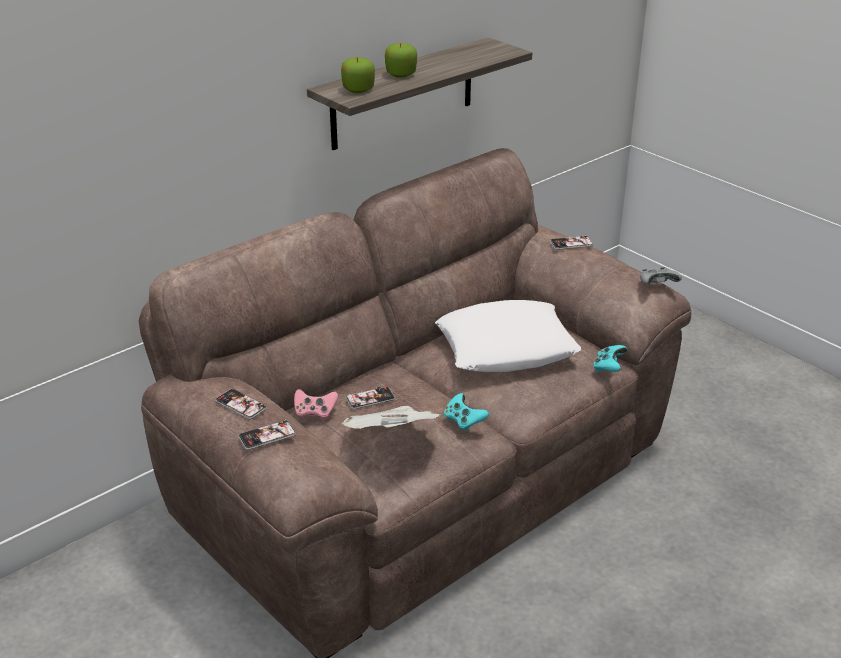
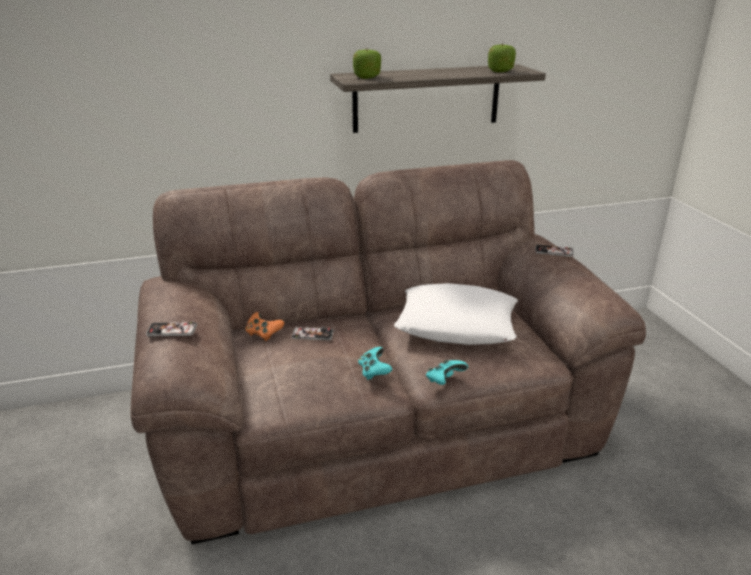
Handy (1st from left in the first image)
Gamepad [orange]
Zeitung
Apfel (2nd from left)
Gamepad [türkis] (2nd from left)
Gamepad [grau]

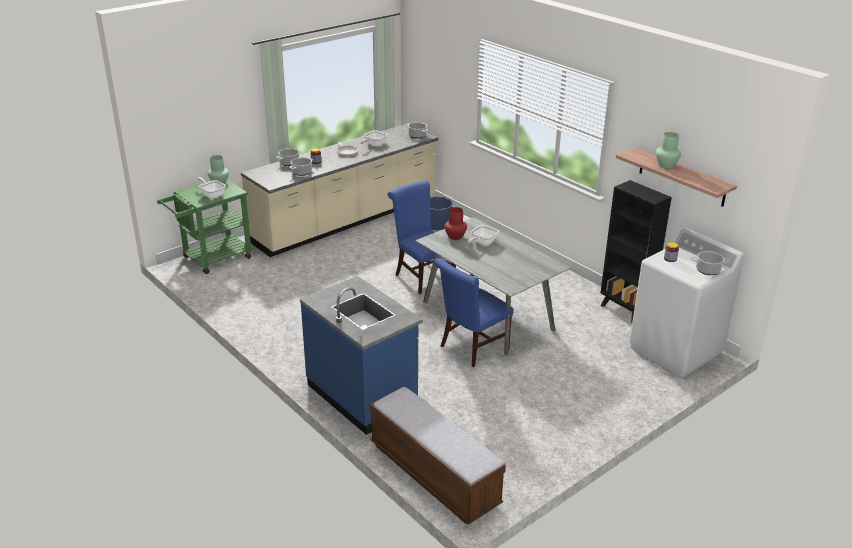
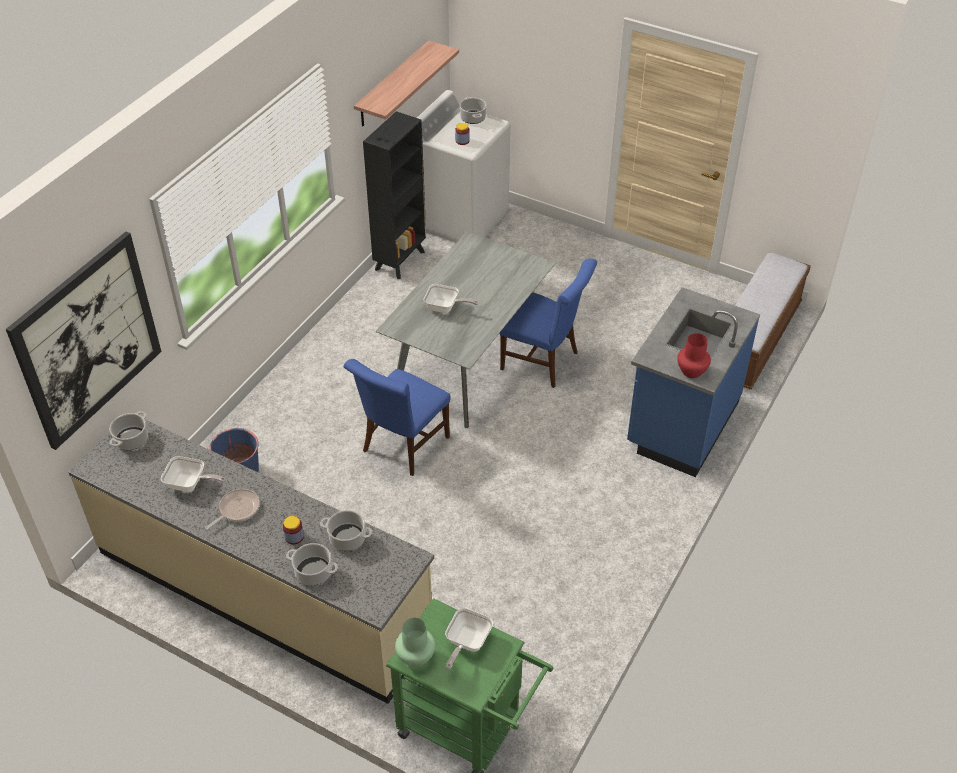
Vase [rot]
Vase [grün] (2nd from left in the first image)
Bild

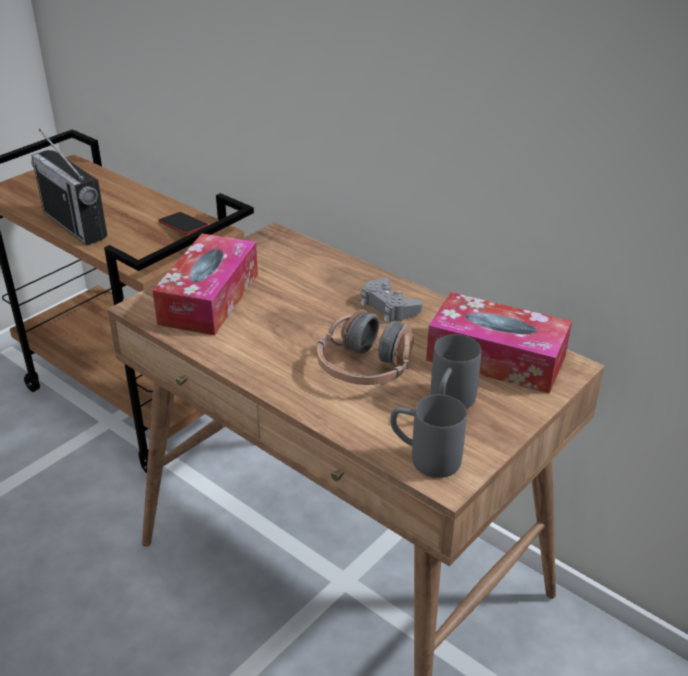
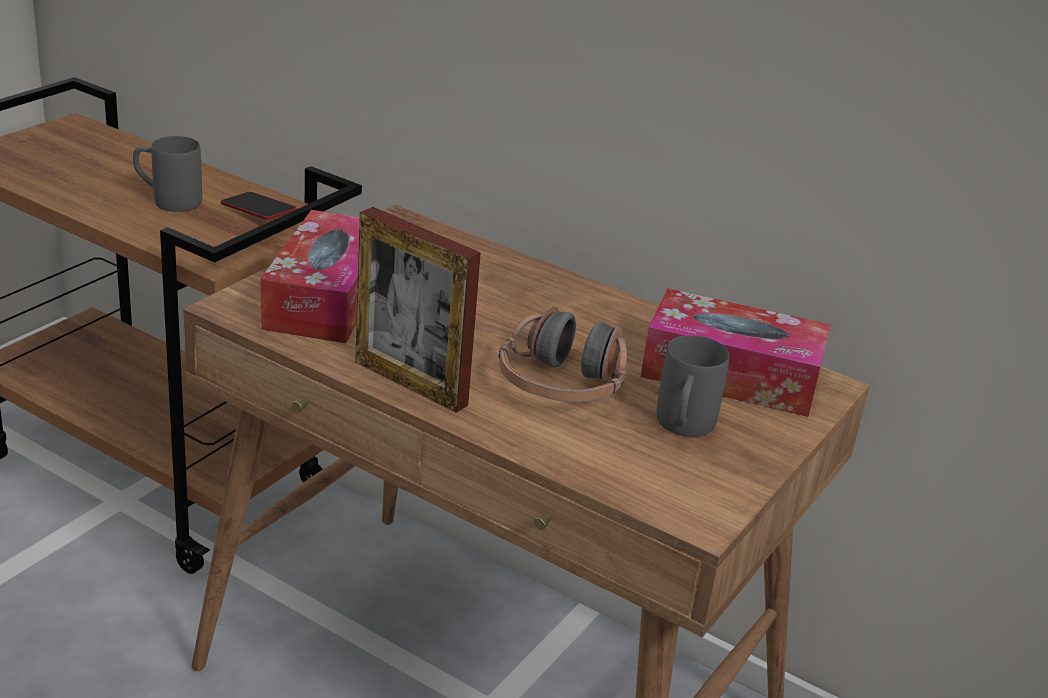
Radio
Gamepad [grau]
Henkelbecher [grau] (1st from left)
Bilderrahmen

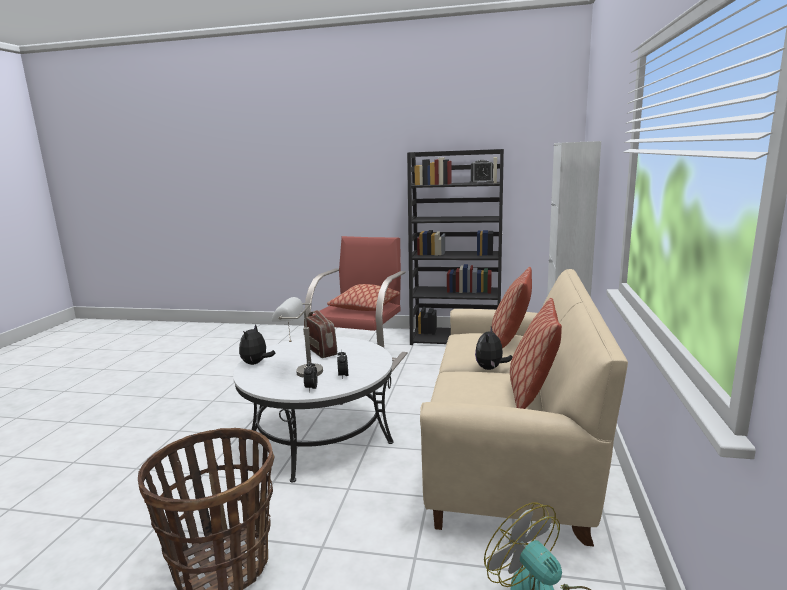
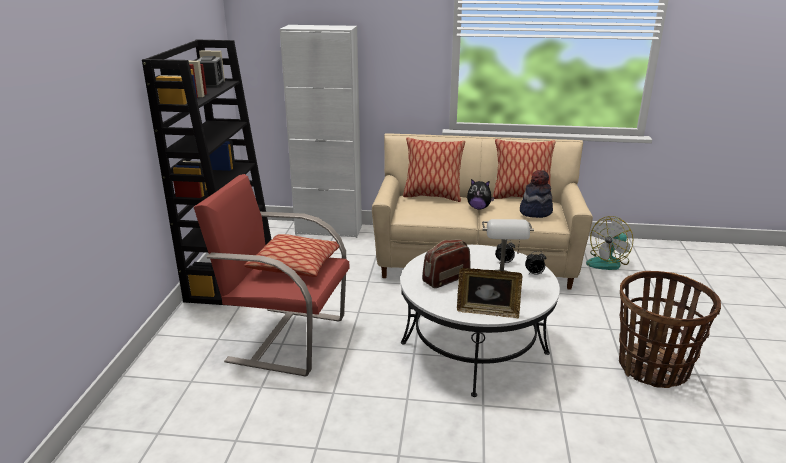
Bilderrahmen
Hut

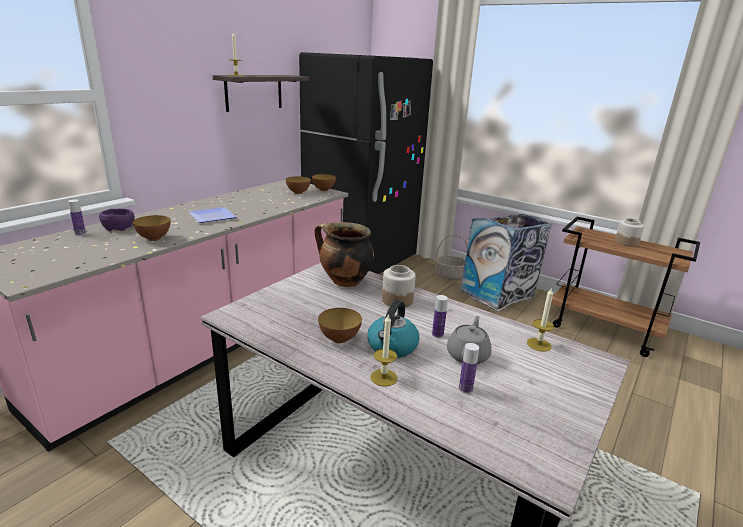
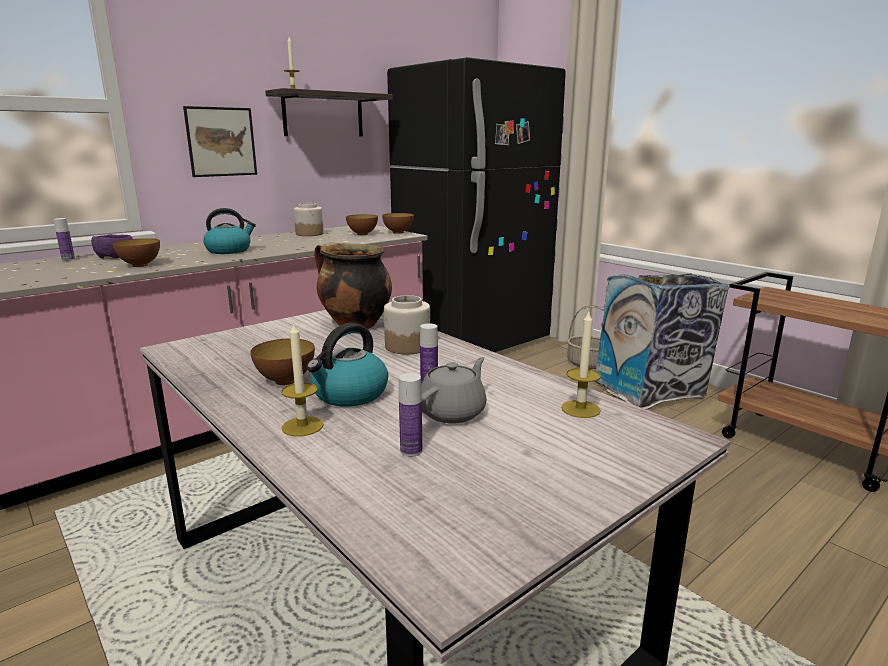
Wasserkessel (1st from left)
Vorratsglas (1st from left)
Bild

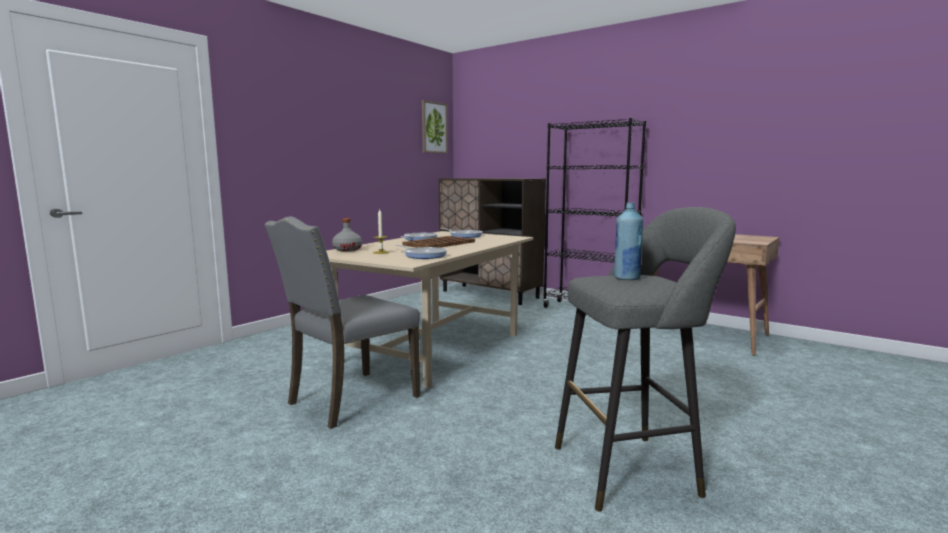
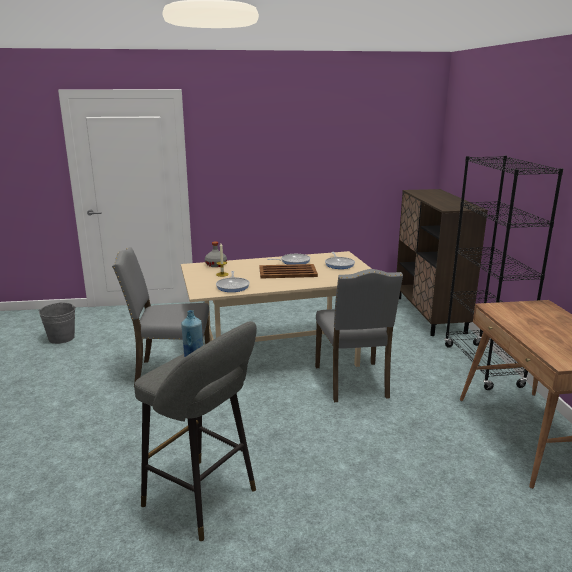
Bild
Eimer [grau]
Stuhl [grau] (2nd from left)

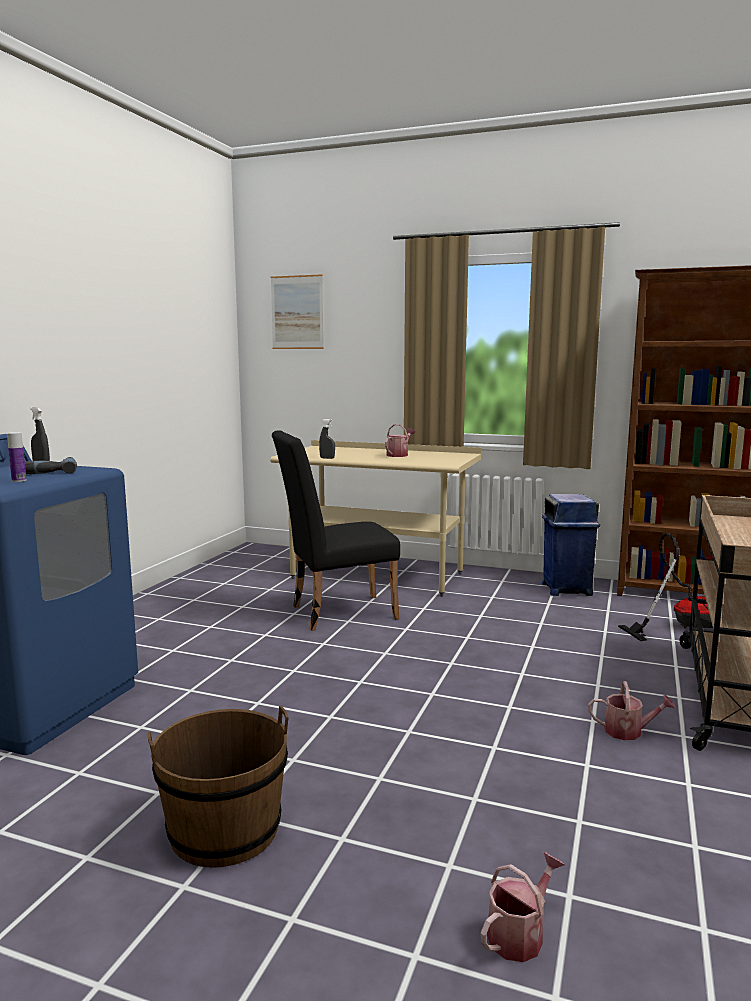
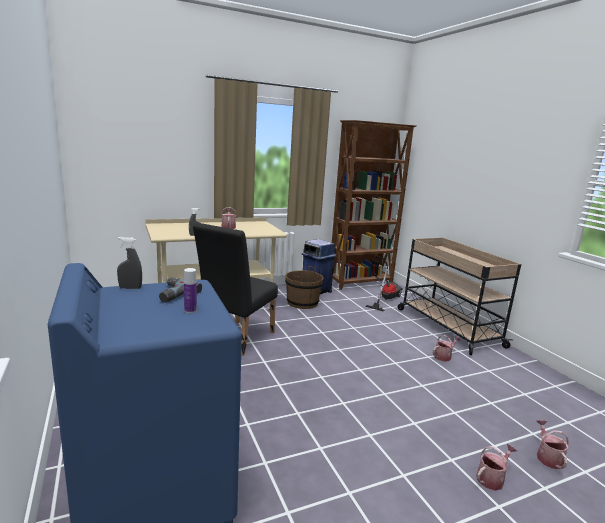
Eimer [braun]
Bild
Gießkanne (3rd from left)

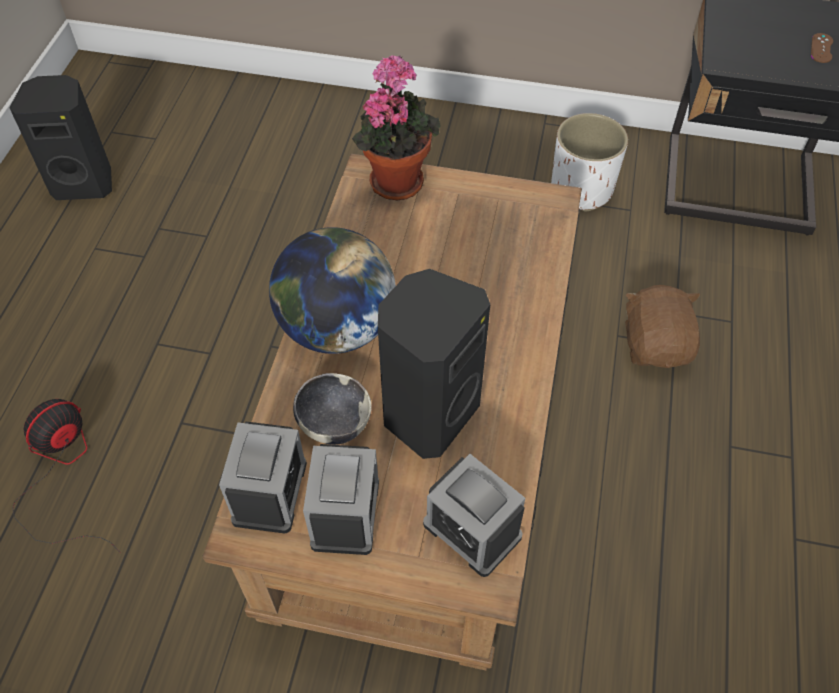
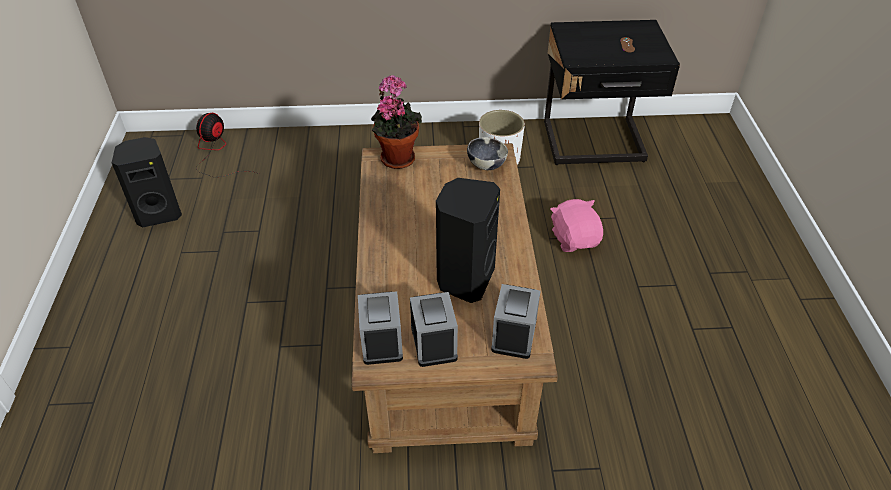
Ventilator
Globus
Schüssel
Wecker (3rd from left)
Plüschtier [rosa]

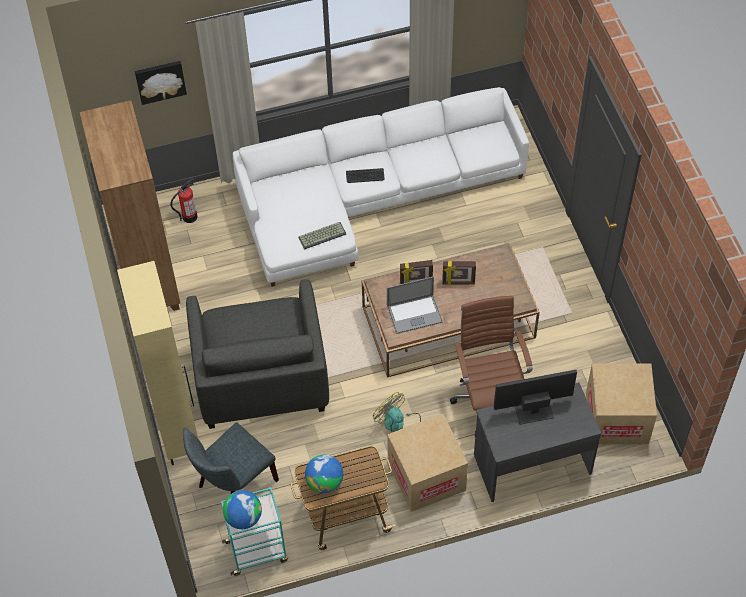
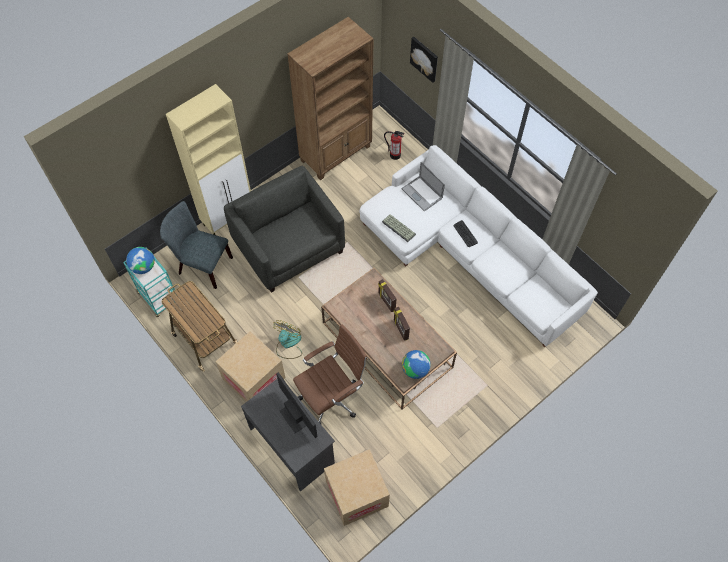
Sessel [grau]
Globus (2nd from left)
Laptop

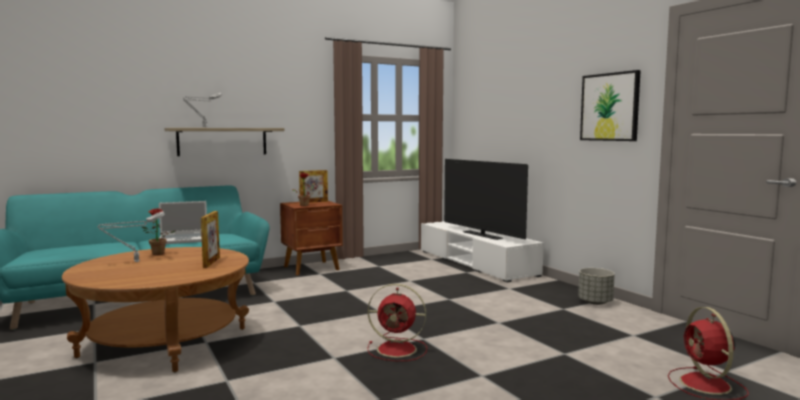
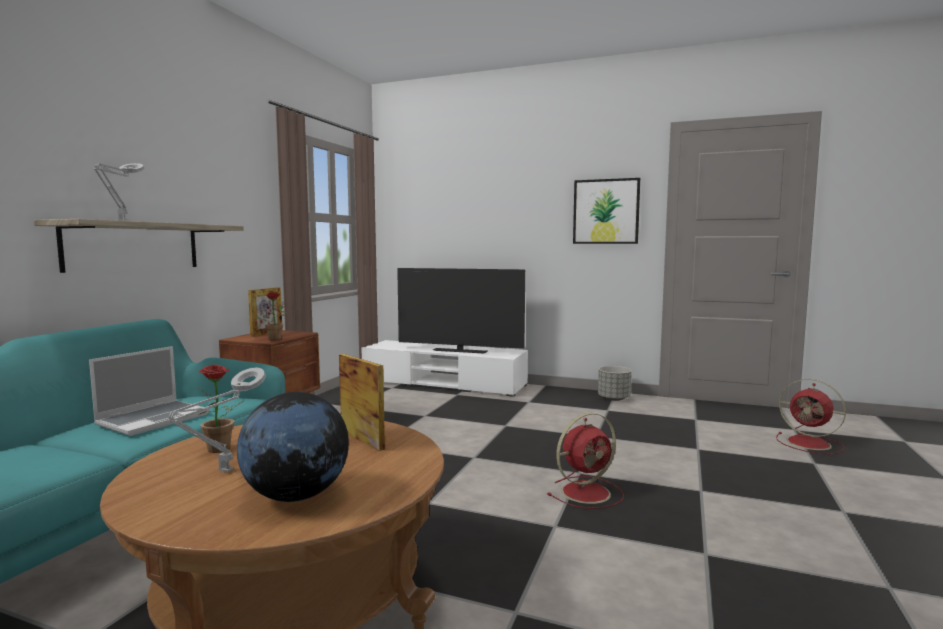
Globus

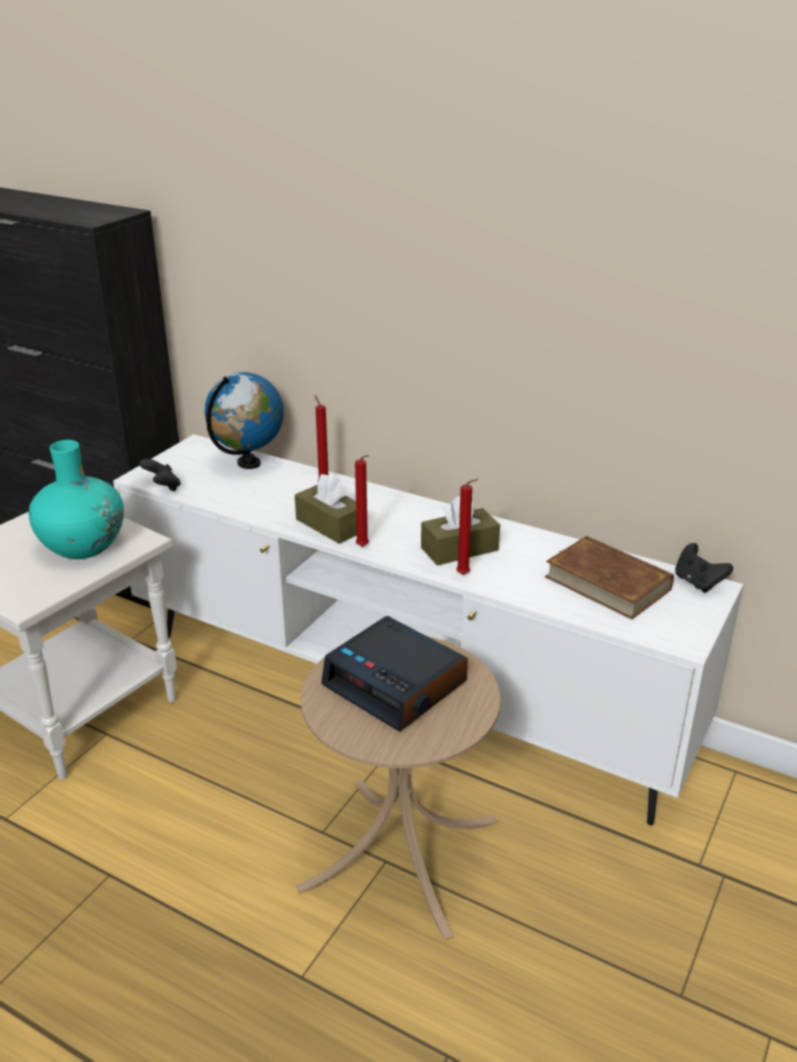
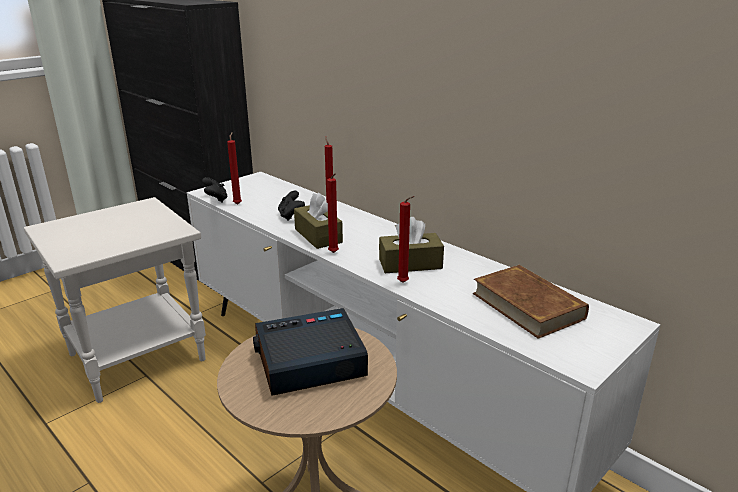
Vase [türkis]
Globus
Wecker
Gamepad [schwarz] (2nd from left)
Kerze [rot] (1st from left)

